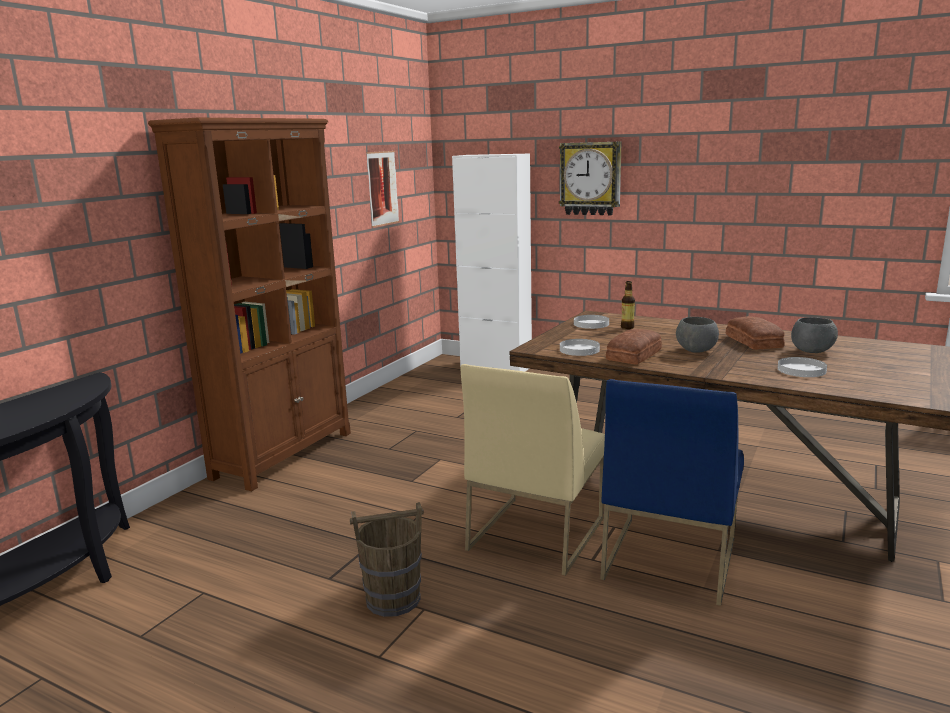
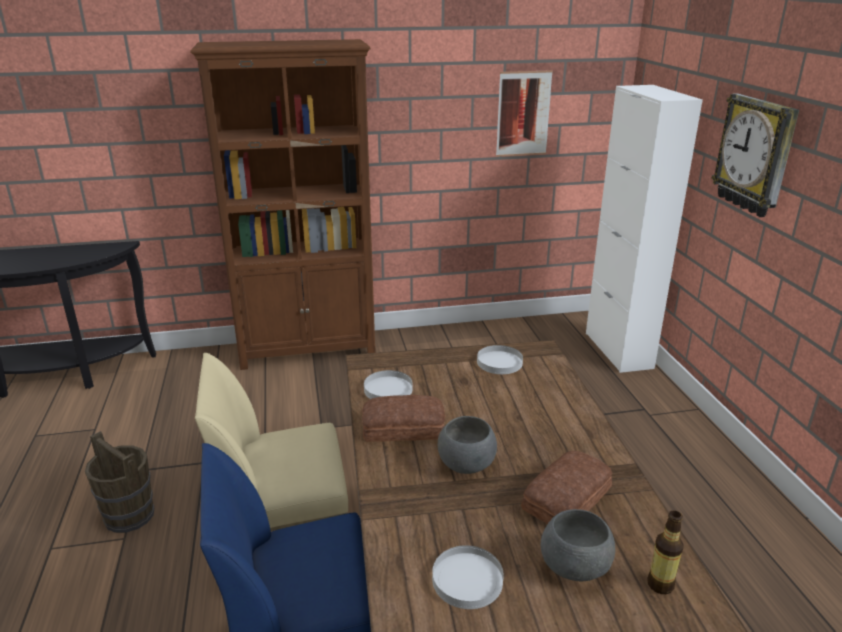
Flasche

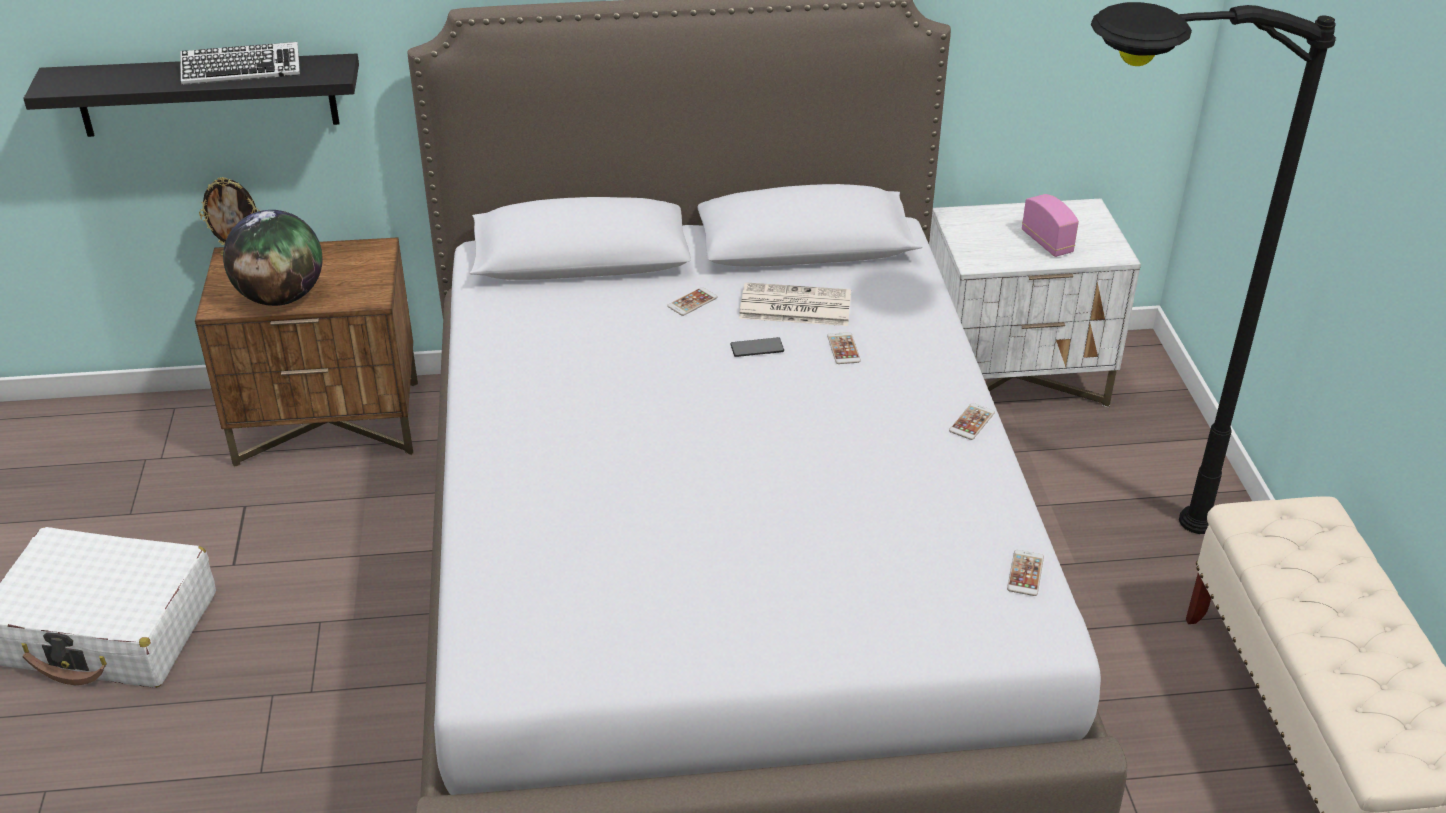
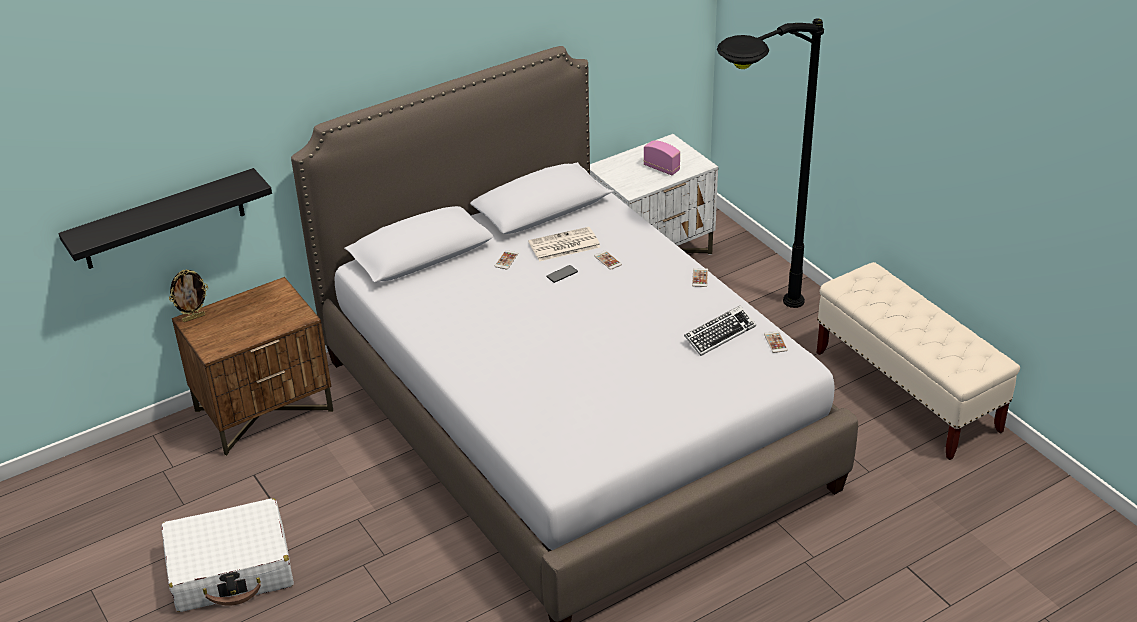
Tastatur
Globus

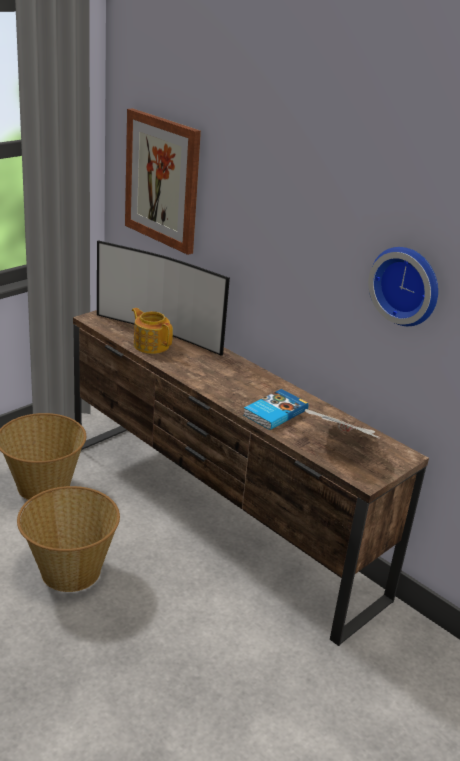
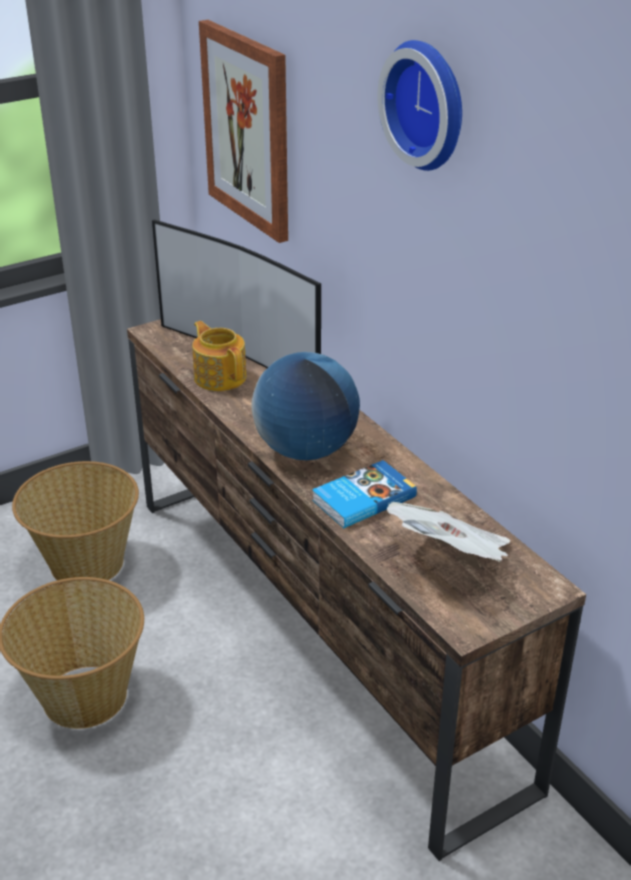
Wanduhr
Globus

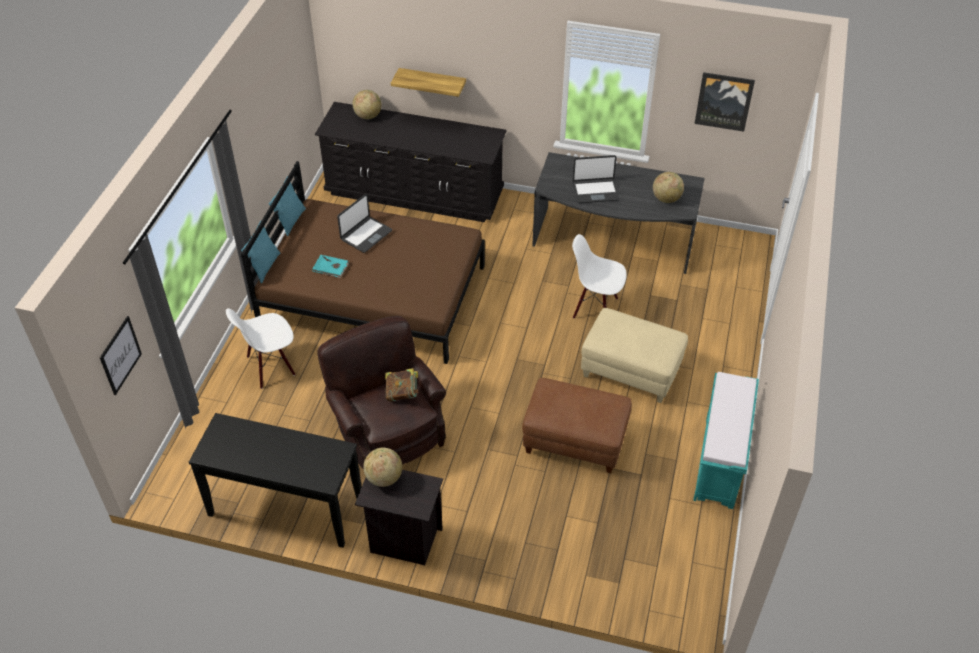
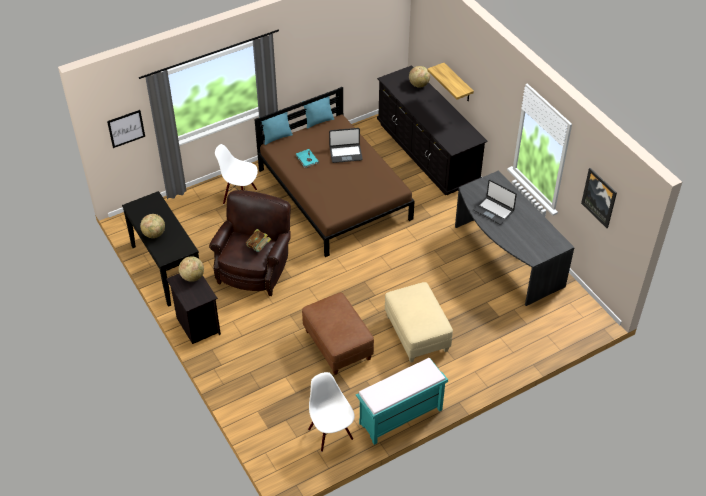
Stuhl [weiß] (2nd from left)
Globus (1st from left)

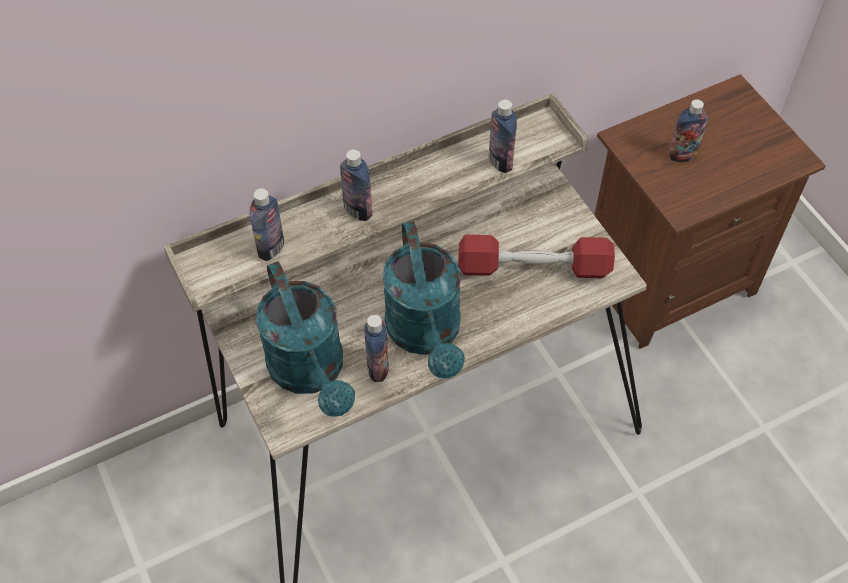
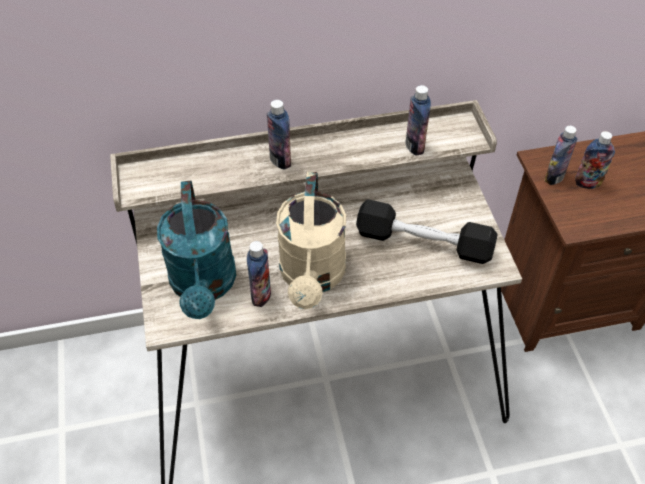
Flasche (4th from left)
Gießkanne [beige]
Hantel [schwarz]

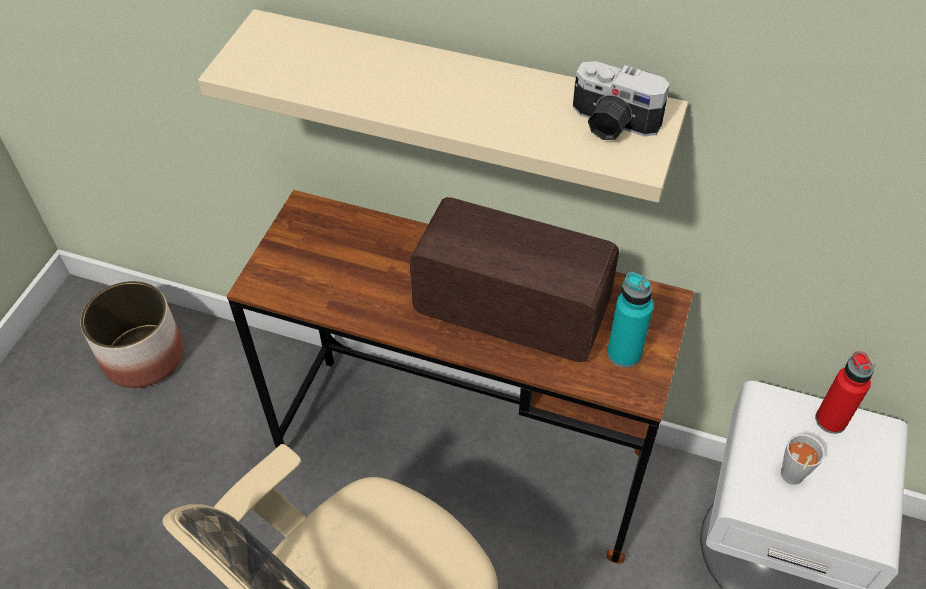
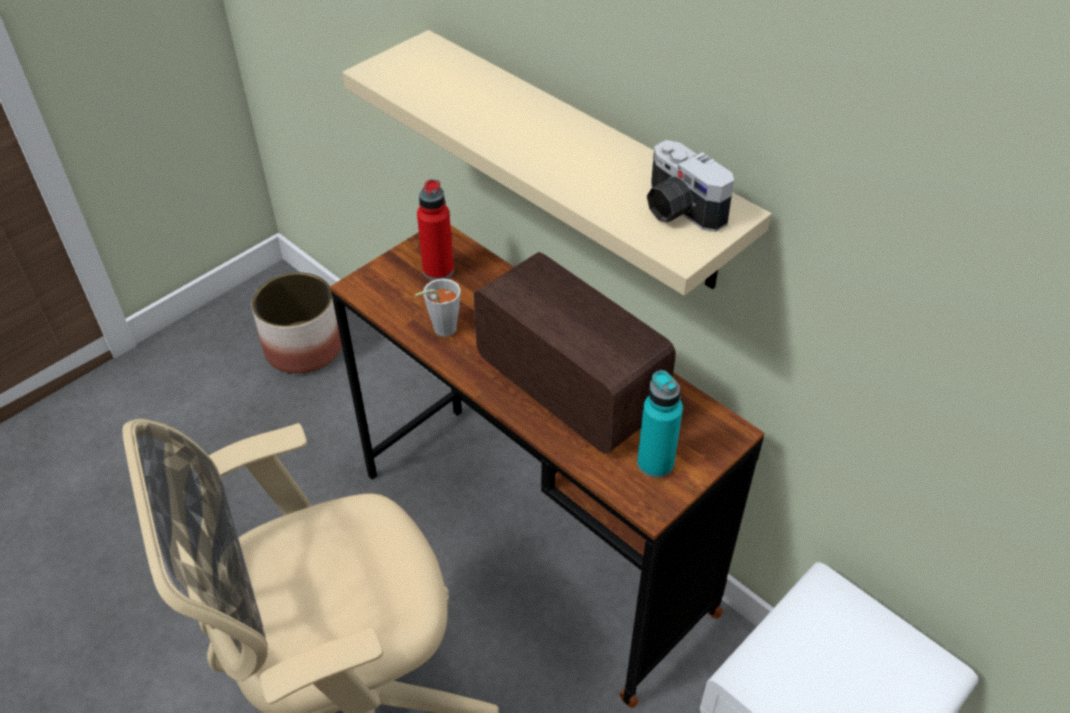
Tasse [grau]
Flasche [rot]

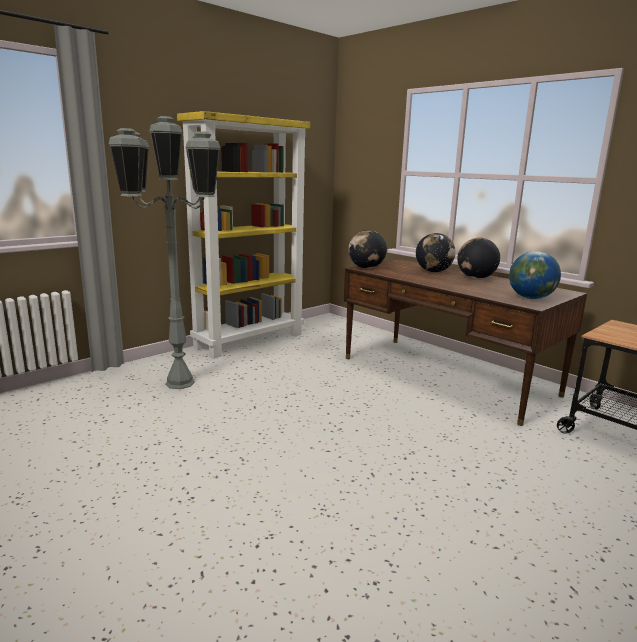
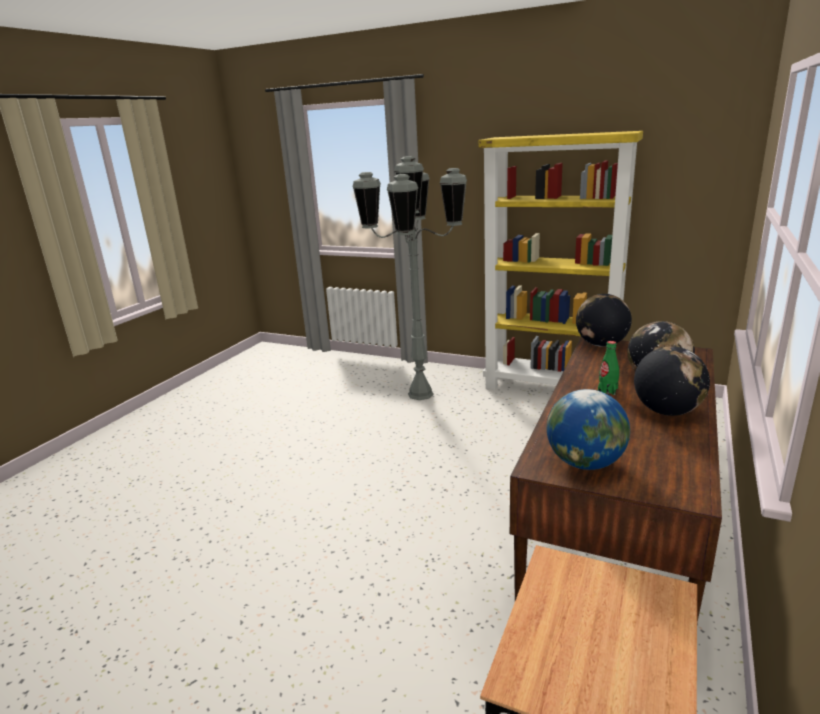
Flasche [grün]

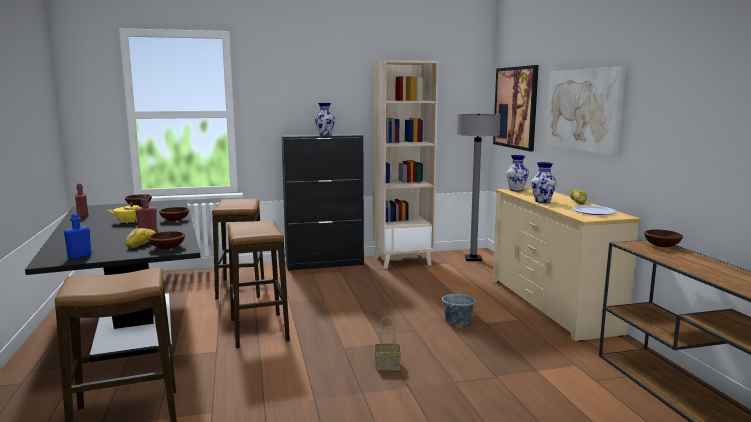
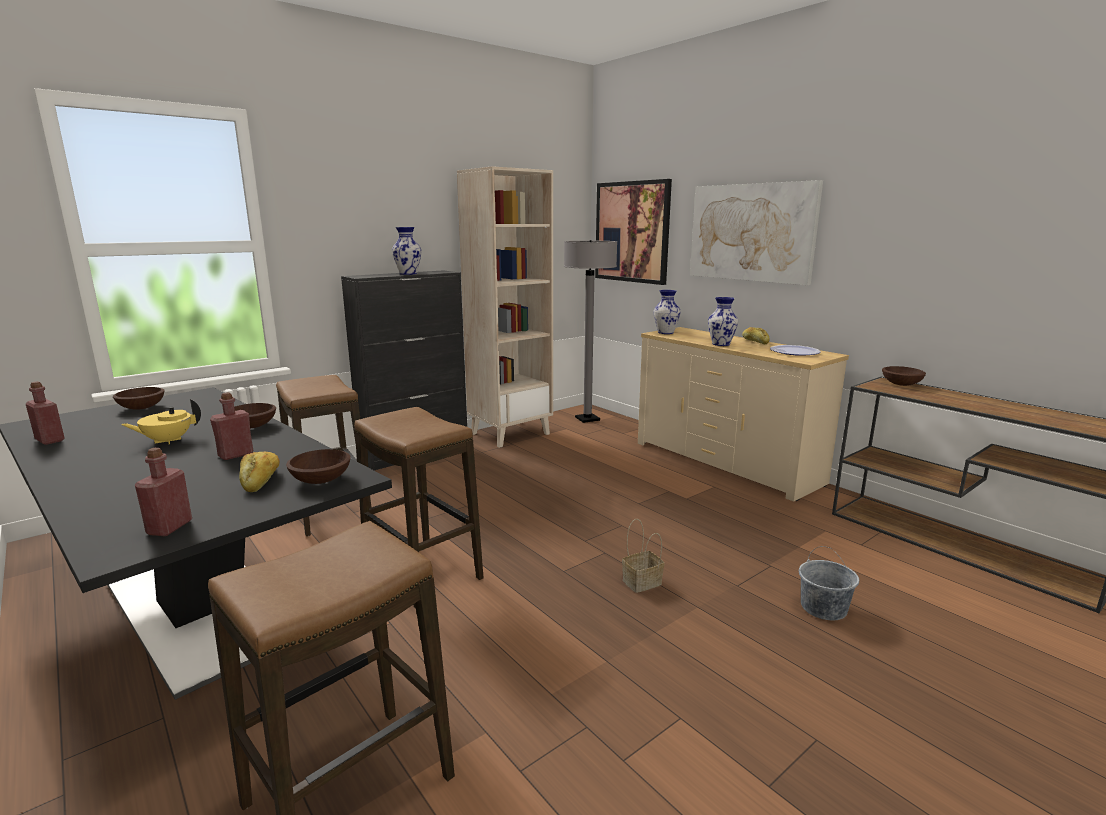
Flasche [rot] (2nd from left)
Eimer [grau]

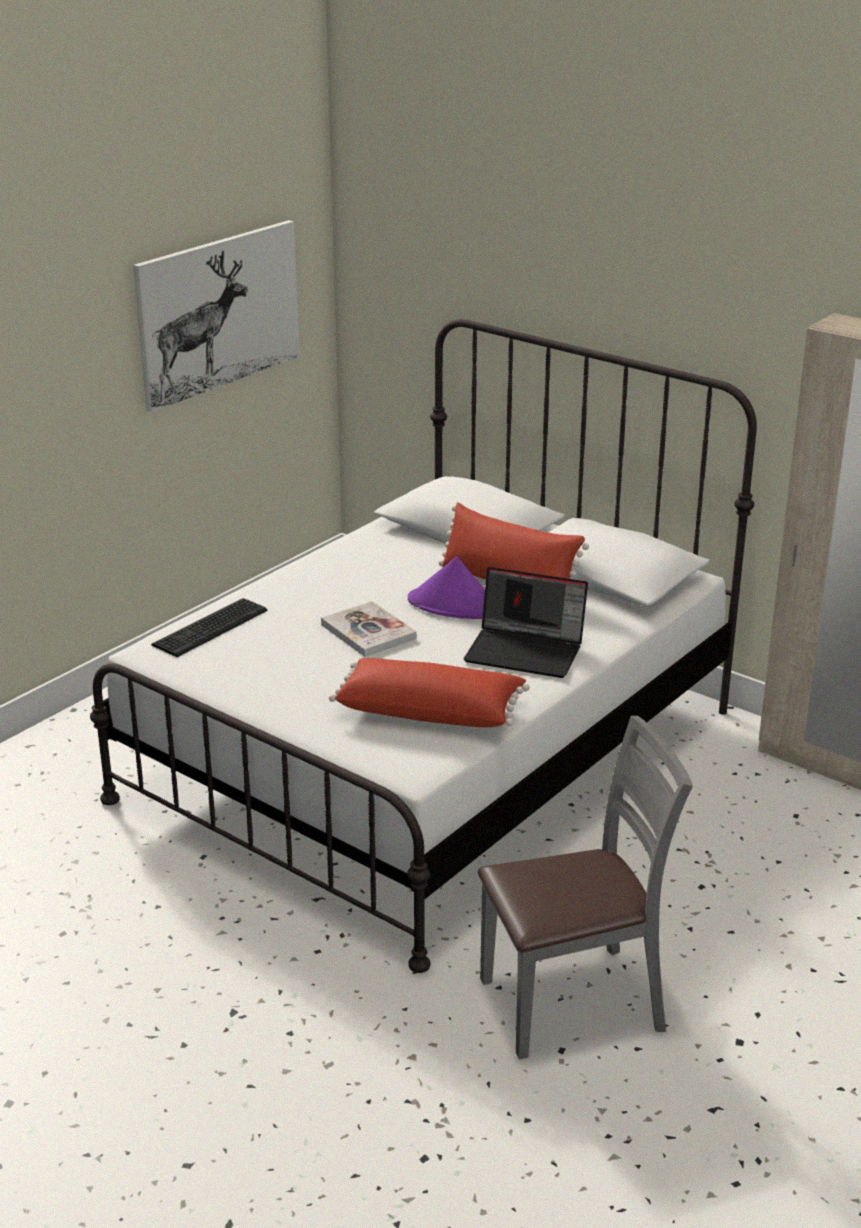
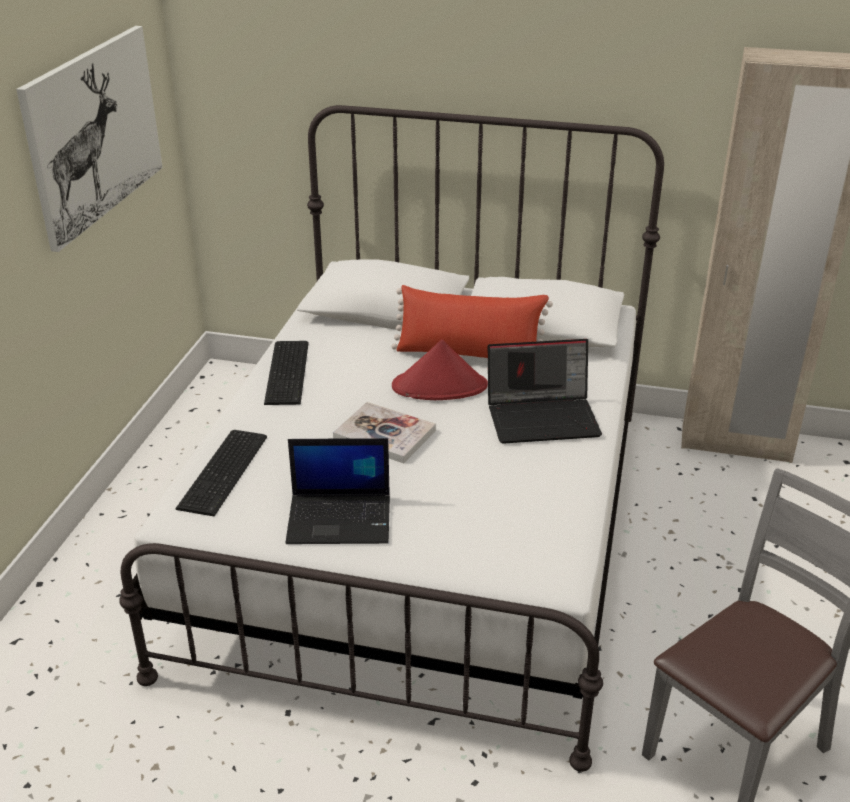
Kissen [rot] (1st from left in the first image)
Hut [rot]
Tastatur (2nd from left)
Laptop (1st from left)

